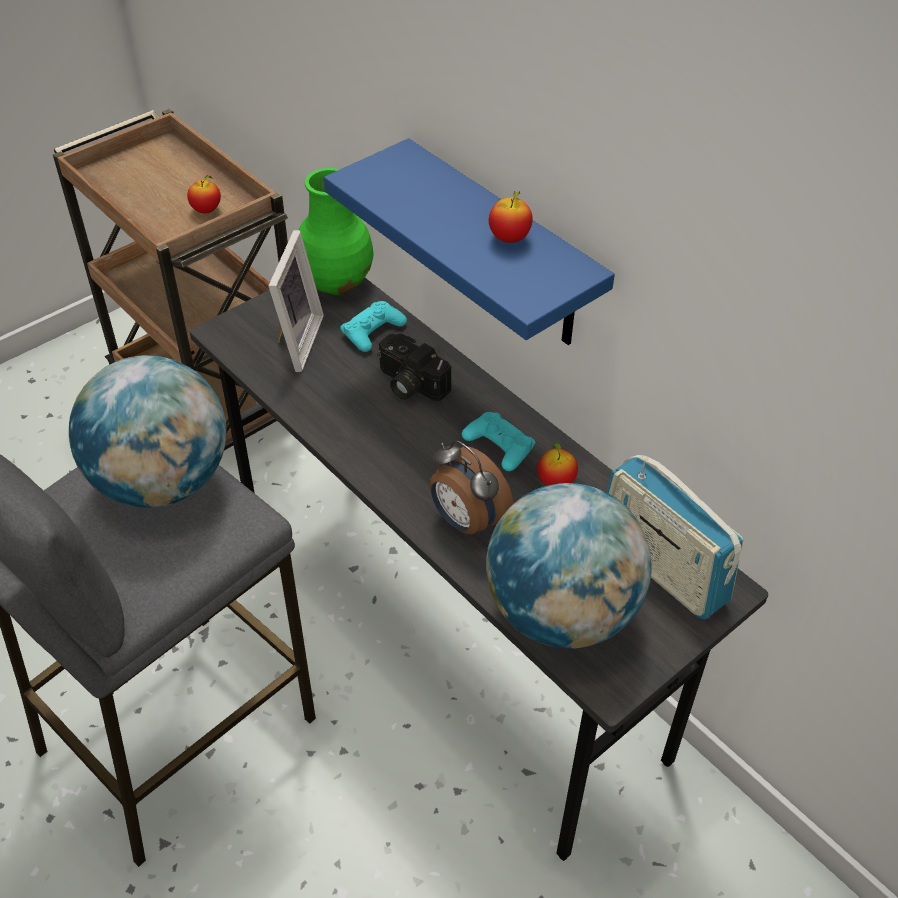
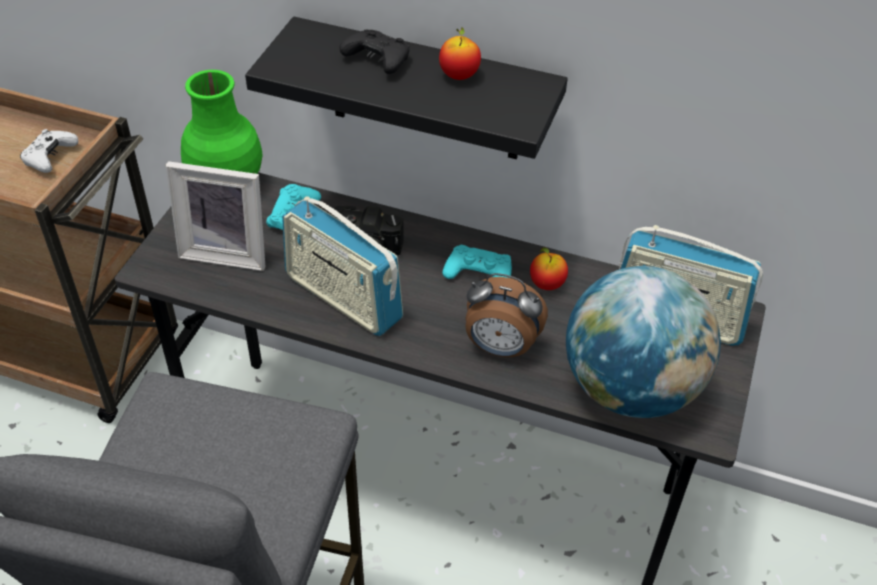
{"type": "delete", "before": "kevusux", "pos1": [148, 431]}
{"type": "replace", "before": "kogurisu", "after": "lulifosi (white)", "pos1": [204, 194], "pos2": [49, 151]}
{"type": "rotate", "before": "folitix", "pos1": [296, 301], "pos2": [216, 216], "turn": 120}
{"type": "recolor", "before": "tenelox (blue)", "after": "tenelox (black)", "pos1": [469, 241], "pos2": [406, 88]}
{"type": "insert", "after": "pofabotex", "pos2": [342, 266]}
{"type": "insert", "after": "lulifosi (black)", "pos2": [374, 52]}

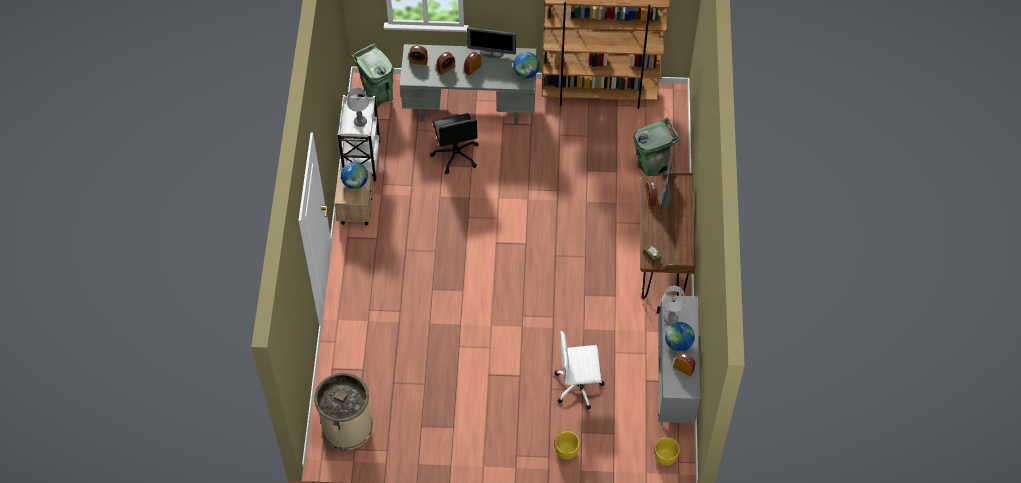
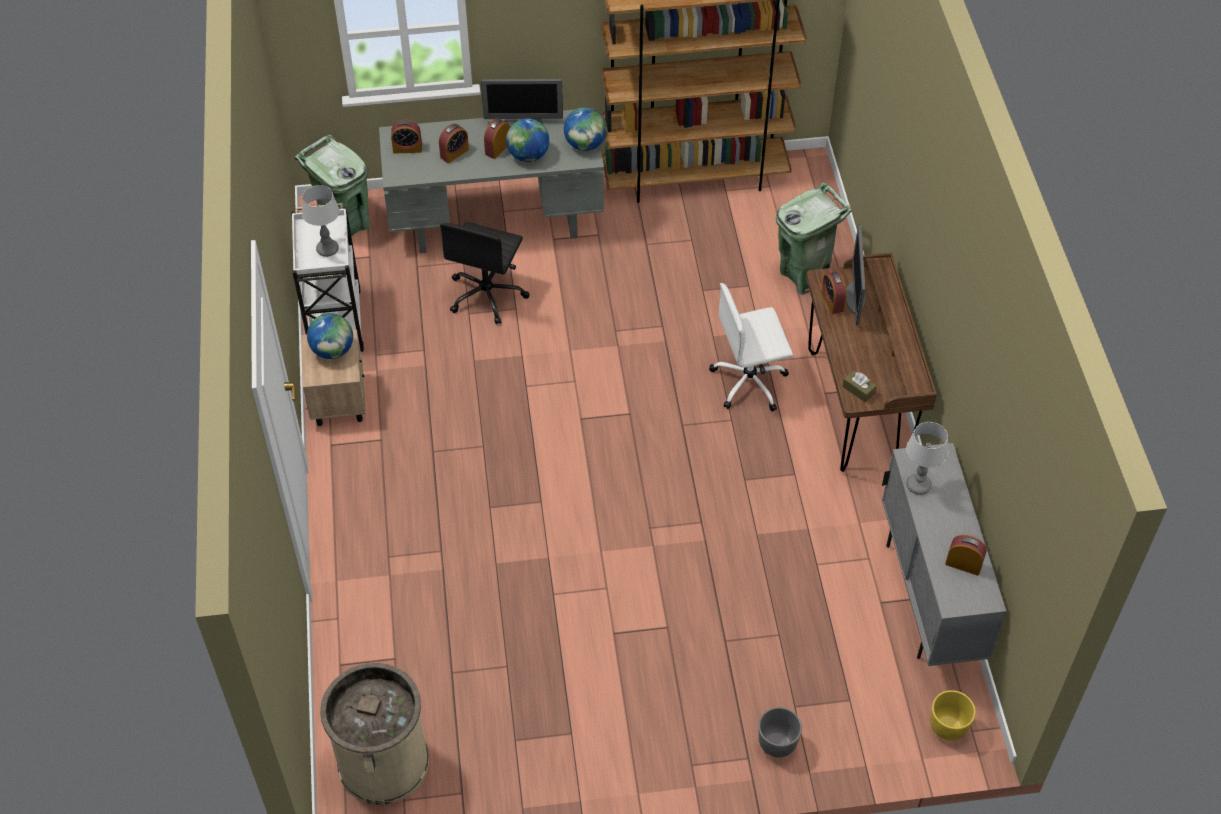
{"type": "rotate", "before": "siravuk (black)", "pos1": [454, 143], "pos2": [484, 273], "turn": 45}
{"type": "move", "before": "siravuk (white)", "pos1": [579, 370], "pos2": [751, 347]}
{"type": "recolor", "before": "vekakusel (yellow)", "after": "vekakusel (grey)", "pos1": [567, 445], "pos2": [780, 732]}
{"type": "move", "before": "kevusux", "pos1": [680, 336], "pos2": [527, 140]}

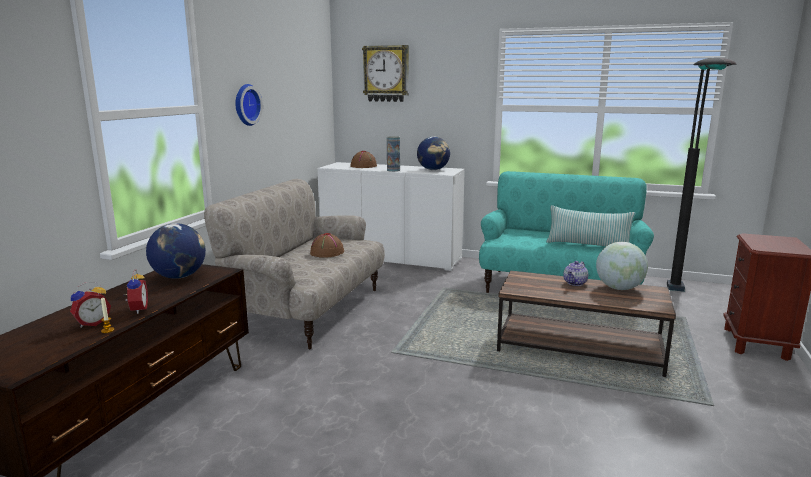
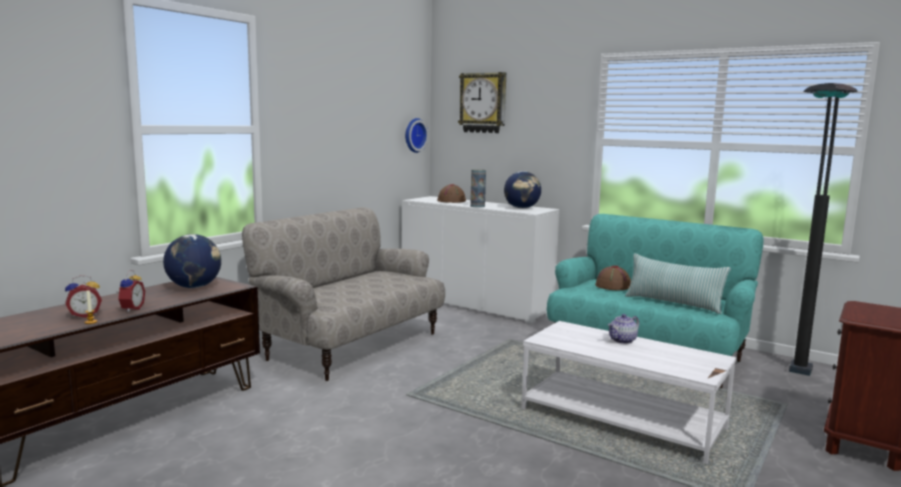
{"type": "move", "before": "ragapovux", "pos1": [249, 105], "pos2": [416, 135]}
{"type": "move", "before": "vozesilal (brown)", "pos1": [327, 245], "pos2": [613, 278]}
{"type": "recolor", "before": "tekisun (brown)", "after": "tekisun (white)", "pos1": [586, 323], "pos2": [629, 392]}
{"type": "delete", "before": "kevusux", "pos1": [622, 266]}

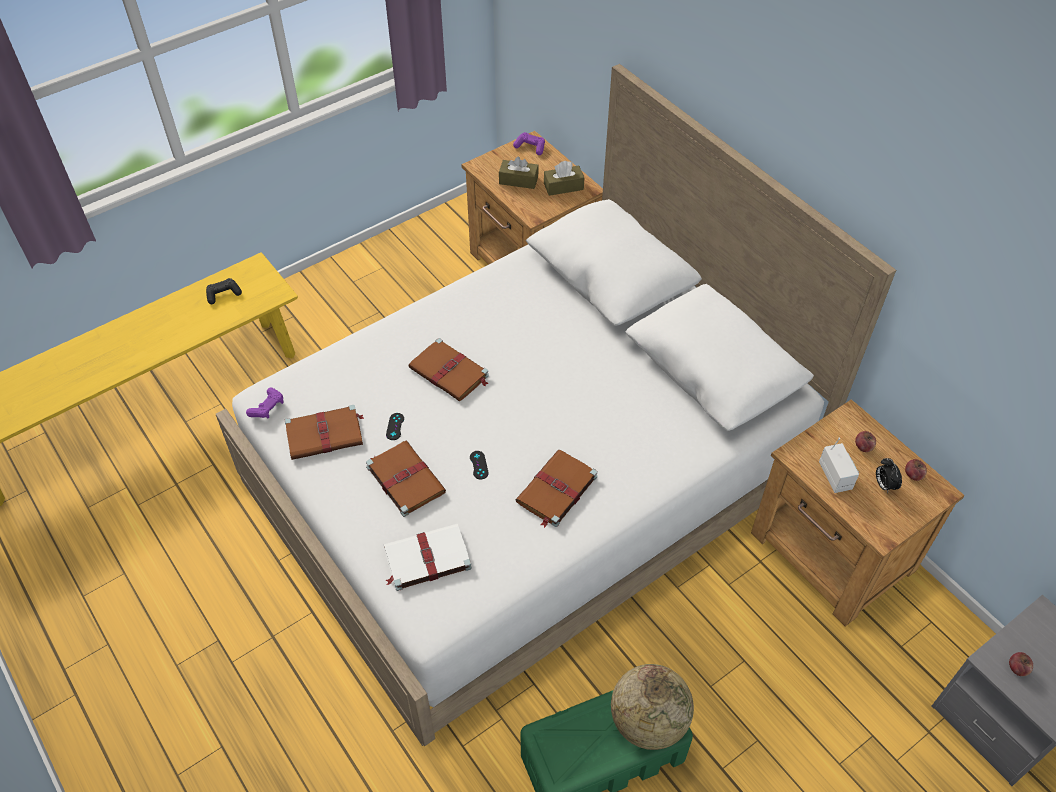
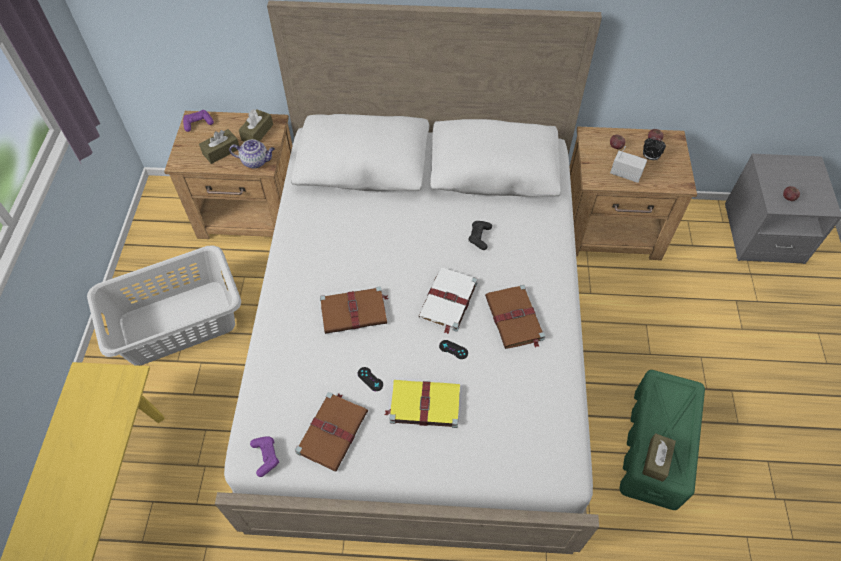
{"type": "move", "before": "lulifosi (black)", "pos1": [224, 291], "pos2": [480, 235]}
{"type": "recolor", "before": "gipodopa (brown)", "after": "gipodopa (yellow)", "pos1": [406, 478], "pos2": [422, 404]}
{"type": "move", "before": "gipodopa (white)", "pos1": [428, 557], "pos2": [448, 301]}
{"type": "delete", "before": "kevusux", "pos1": [652, 707]}
{"type": "insert", "after": "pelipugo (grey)", "pos2": [164, 306]}
{"type": "insert", "after": "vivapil", "pos2": [252, 154]}
{"type": "insert", "after": "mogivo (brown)", "pos2": [659, 457]}

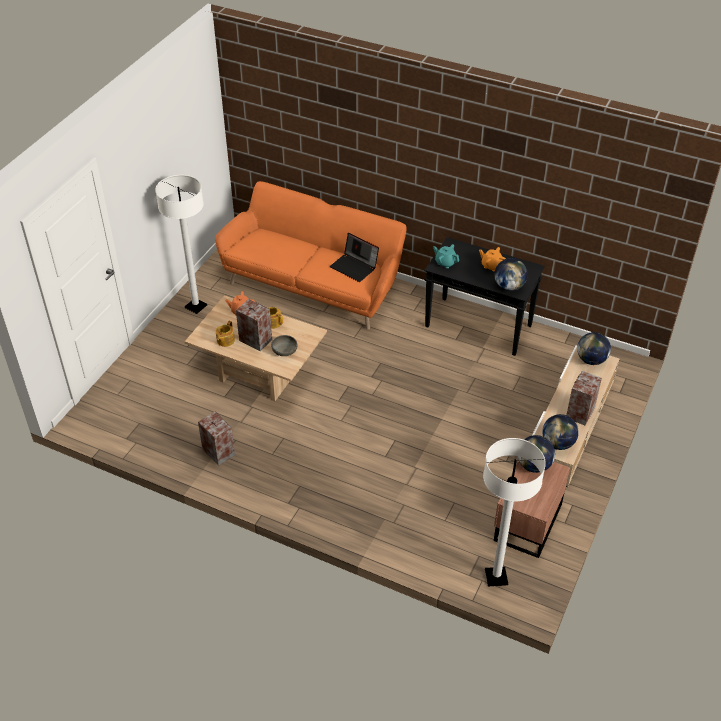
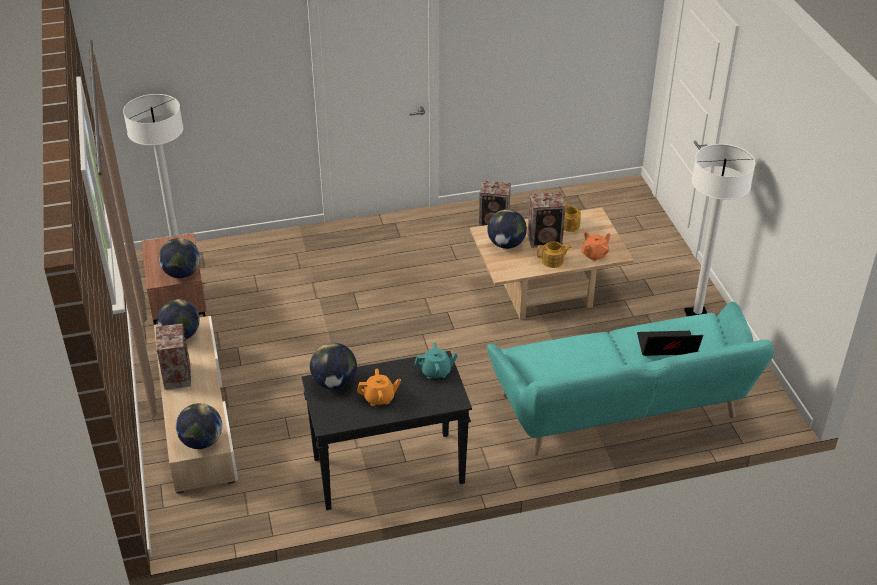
{"type": "recolor", "before": "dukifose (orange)", "after": "dukifose (turquoise)", "pos1": [311, 255], "pos2": [630, 379]}
{"type": "replace", "before": "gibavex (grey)", "after": "kevusux", "pos1": [284, 345], "pos2": [507, 229]}
{"type": "move", "before": "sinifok", "pos1": [354, 257], "pos2": [670, 343]}

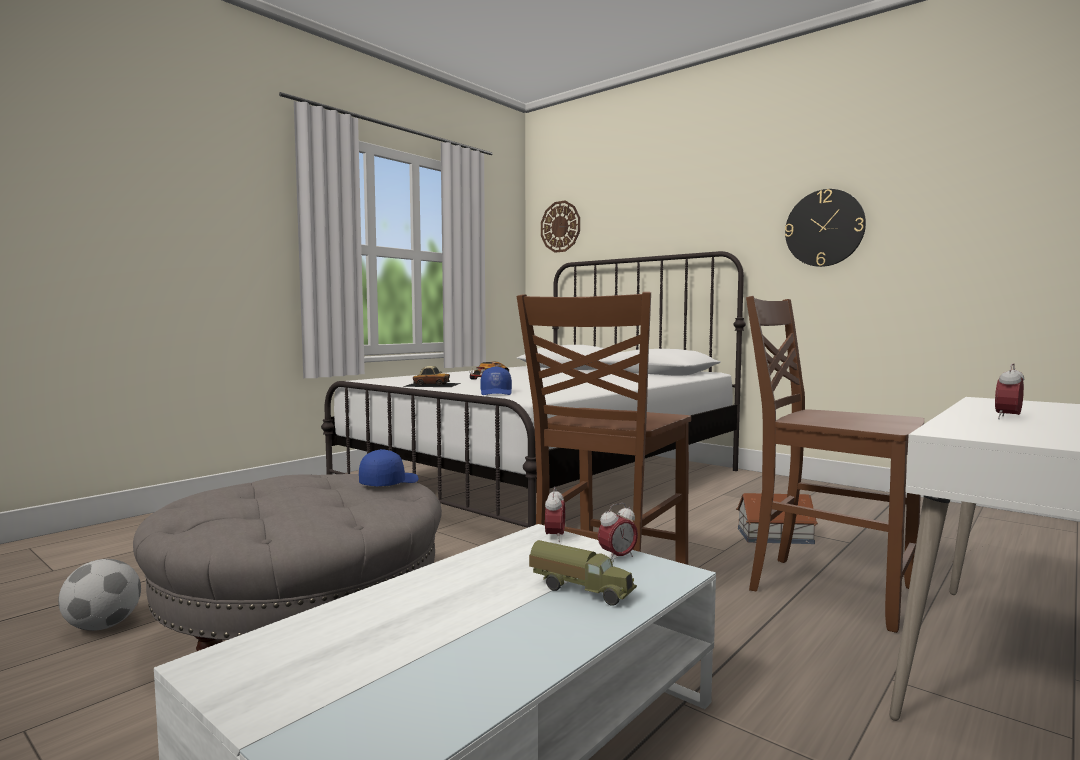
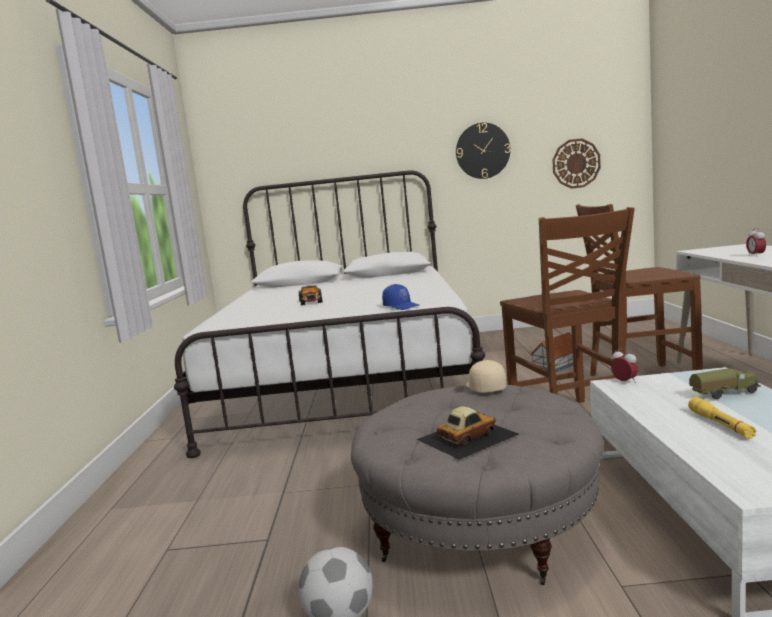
{"type": "recolor", "before": "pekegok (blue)", "after": "pekegok (beige)", "pos1": [389, 467], "pos2": [486, 376]}
{"type": "move", "before": "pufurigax", "pos1": [432, 376], "pos2": [467, 433]}
{"type": "move", "before": "ragapovux", "pos1": [560, 227], "pos2": [576, 163]}
{"type": "delete", "before": "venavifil", "pos1": [618, 532]}
{"type": "insert", "after": "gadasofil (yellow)", "pos2": [722, 418]}

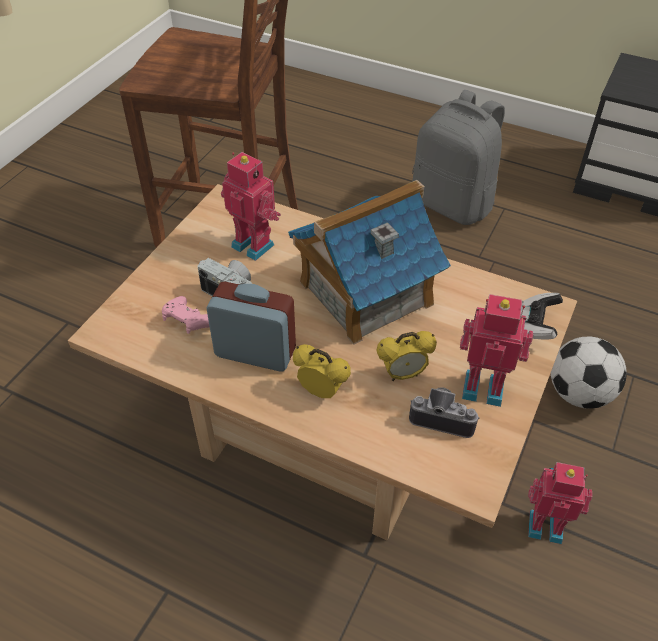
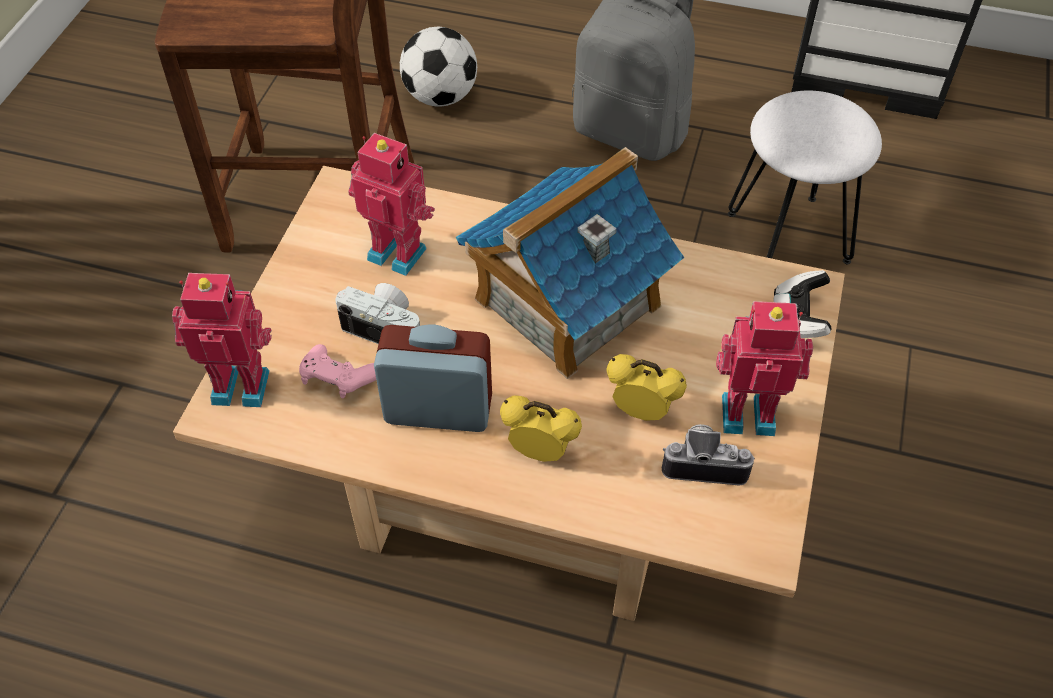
{"type": "rotate", "before": "venavifil", "pos1": [406, 356], "pos2": [646, 387], "turn": -135}
{"type": "move", "before": "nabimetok", "pos1": [560, 503], "pos2": [222, 340]}
{"type": "move", "before": "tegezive", "pos1": [589, 372], "pos2": [438, 67]}
{"type": "insert", "after": "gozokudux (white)", "pos2": [805, 177]}

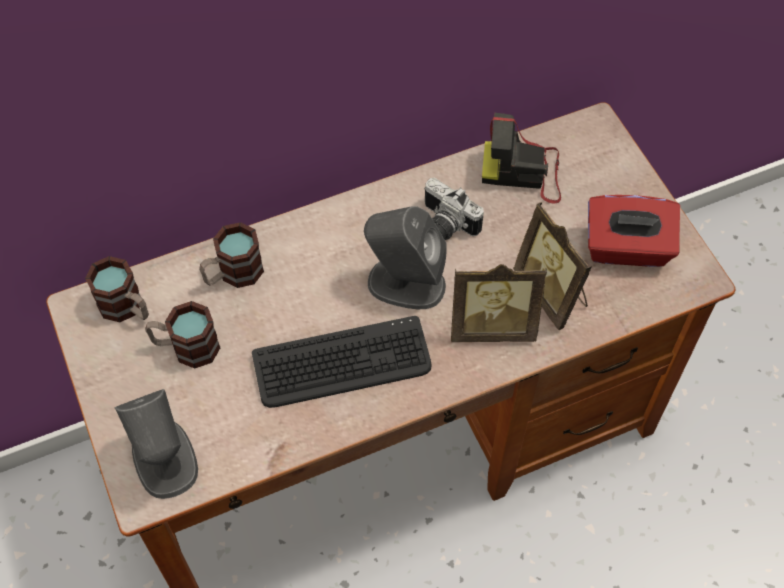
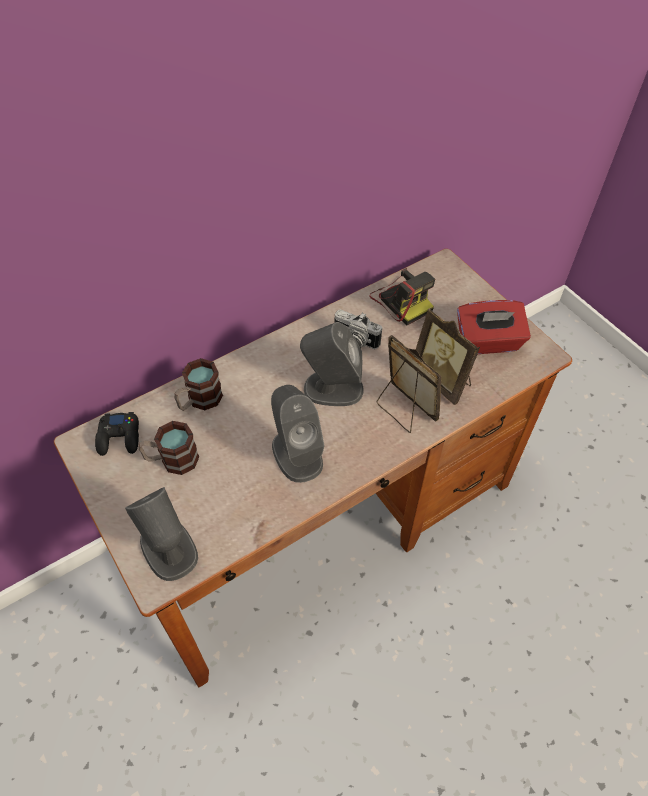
{"type": "replace", "before": "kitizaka", "after": "lulifosi (black)", "pos1": [117, 289], "pos2": [117, 434]}
{"type": "replace", "before": "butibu", "after": "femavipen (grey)", "pos1": [341, 362], "pos2": [297, 434]}
{"type": "rotate", "before": "folitix", "pos1": [499, 303], "pos2": [409, 384], "turn": -120}
{"type": "rotate", "before": "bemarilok", "pos1": [521, 158], "pos2": [402, 296], "turn": -120}

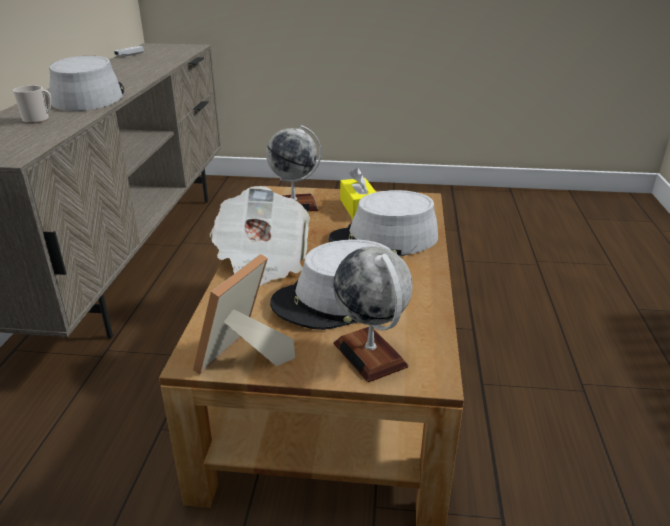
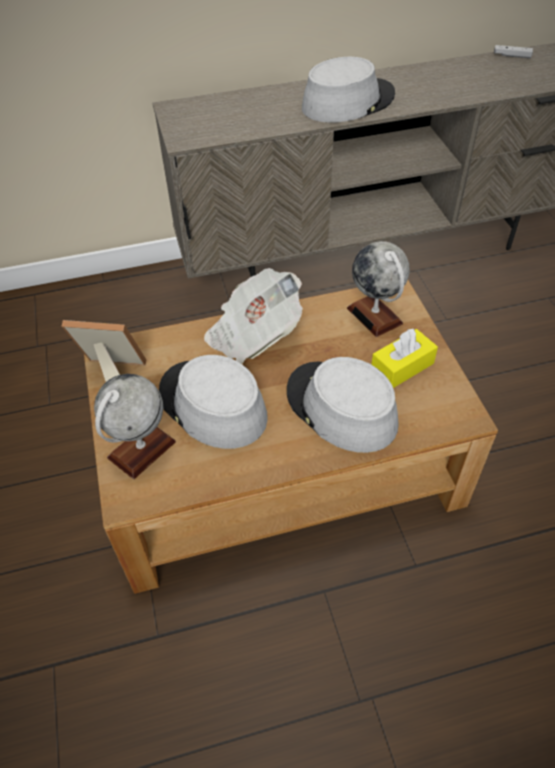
{"type": "delete", "before": "kitizaka", "pos1": [32, 105]}

